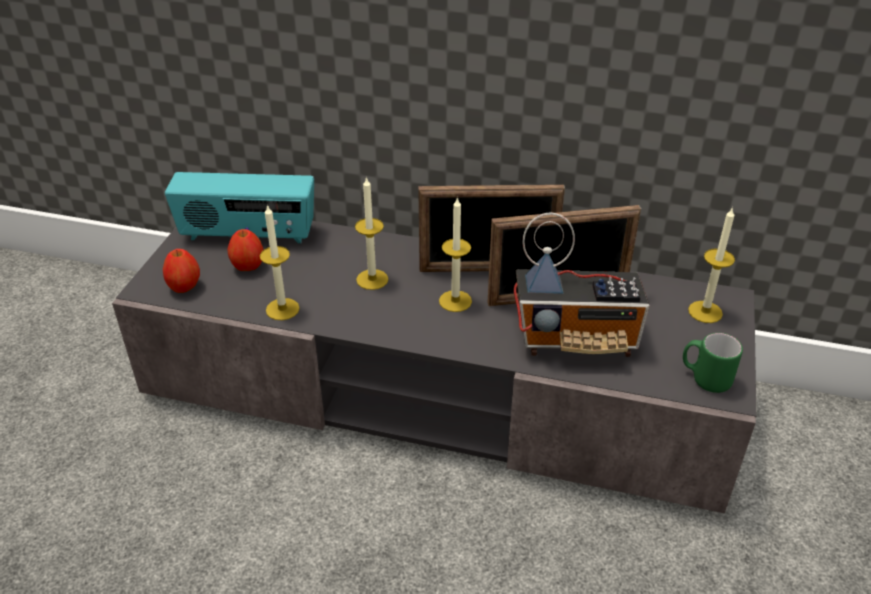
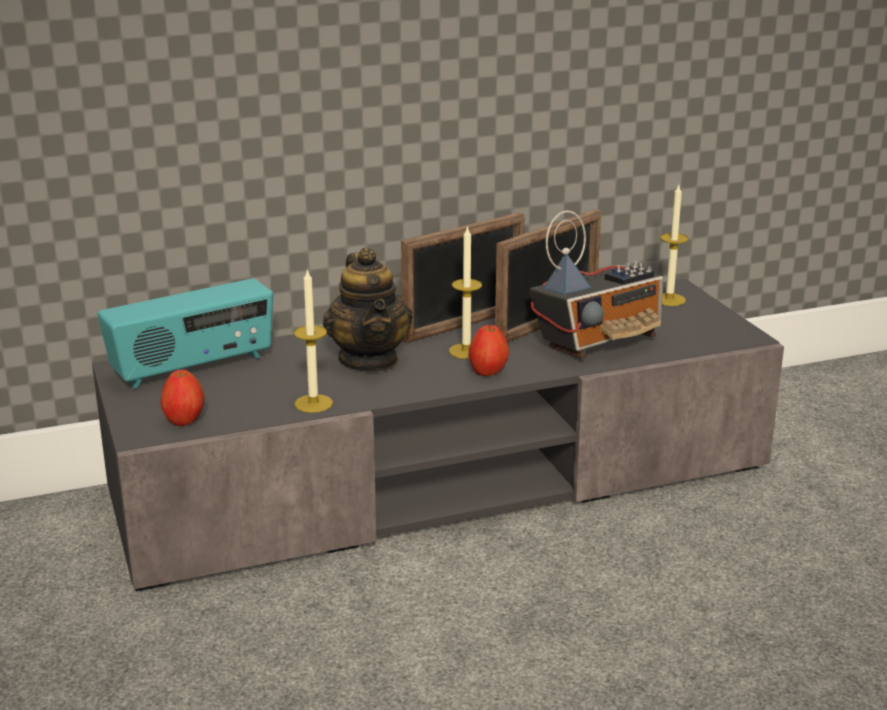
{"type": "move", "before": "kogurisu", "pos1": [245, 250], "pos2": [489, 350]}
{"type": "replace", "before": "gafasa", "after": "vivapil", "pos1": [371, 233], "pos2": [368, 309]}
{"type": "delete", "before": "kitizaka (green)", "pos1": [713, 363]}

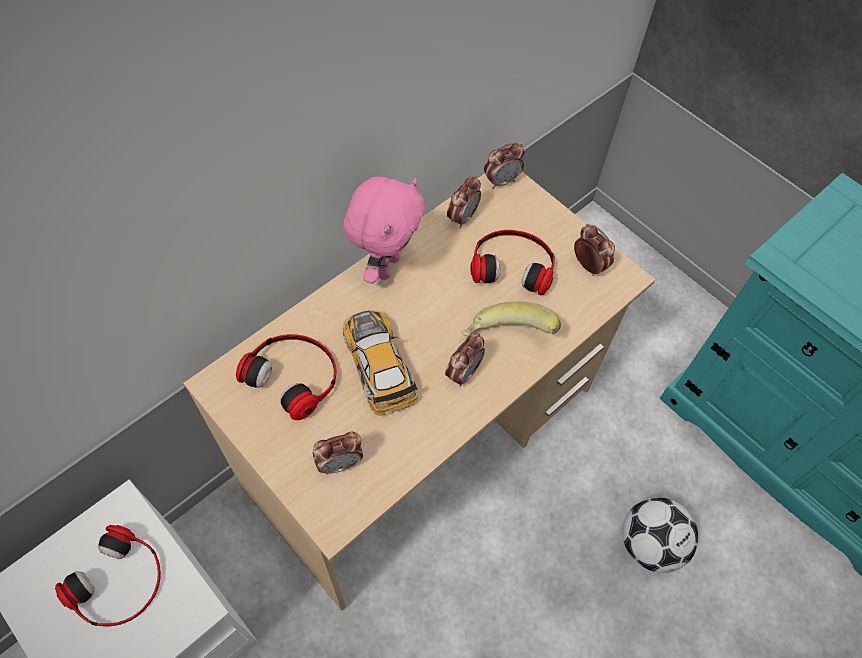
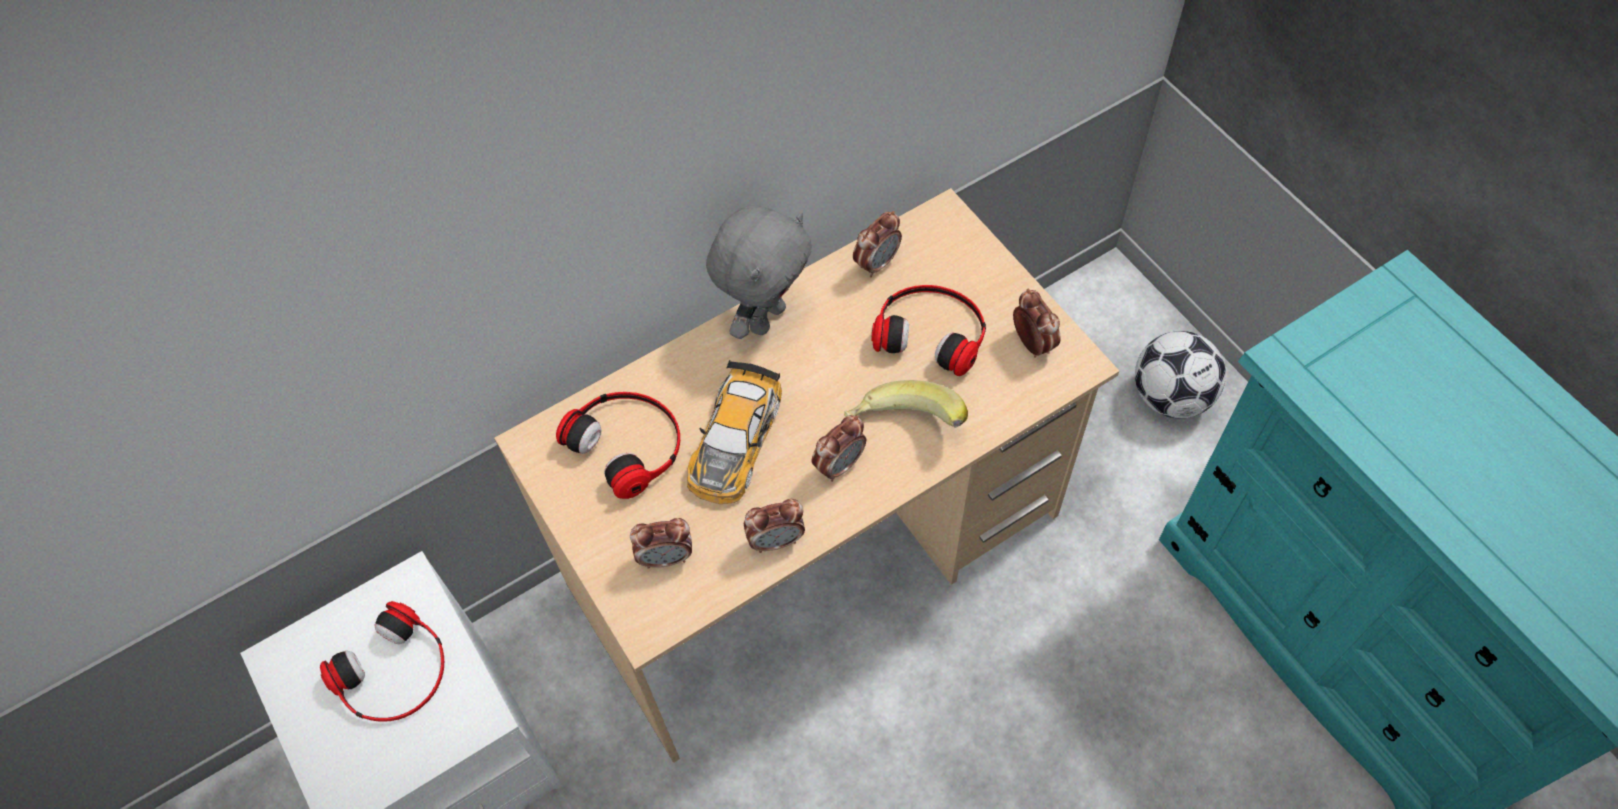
{"type": "recolor", "before": "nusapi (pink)", "after": "nusapi (grey)", "pos1": [384, 230], "pos2": [759, 272]}
{"type": "rotate", "before": "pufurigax", "pos1": [380, 362], "pos2": [734, 432], "turn": -150}
{"type": "move", "before": "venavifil", "pos1": [504, 165], "pos2": [774, 526]}
{"type": "move", "before": "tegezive", "pos1": [660, 535], "pos2": [1180, 374]}

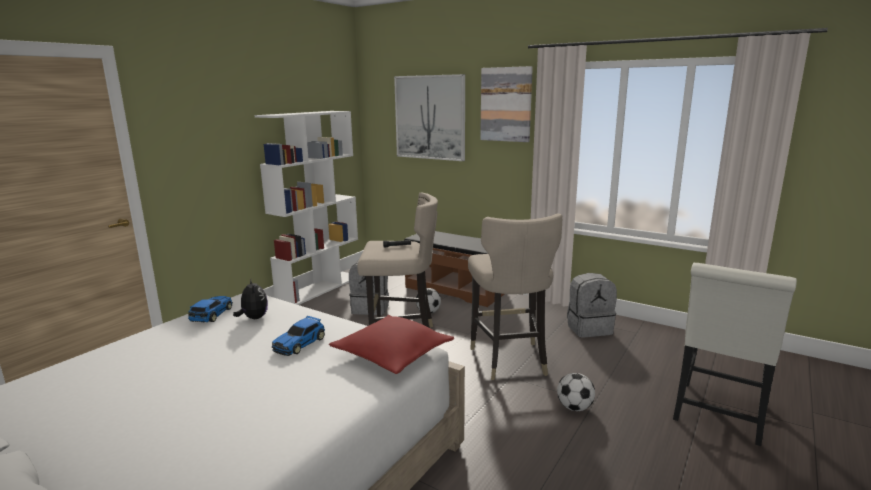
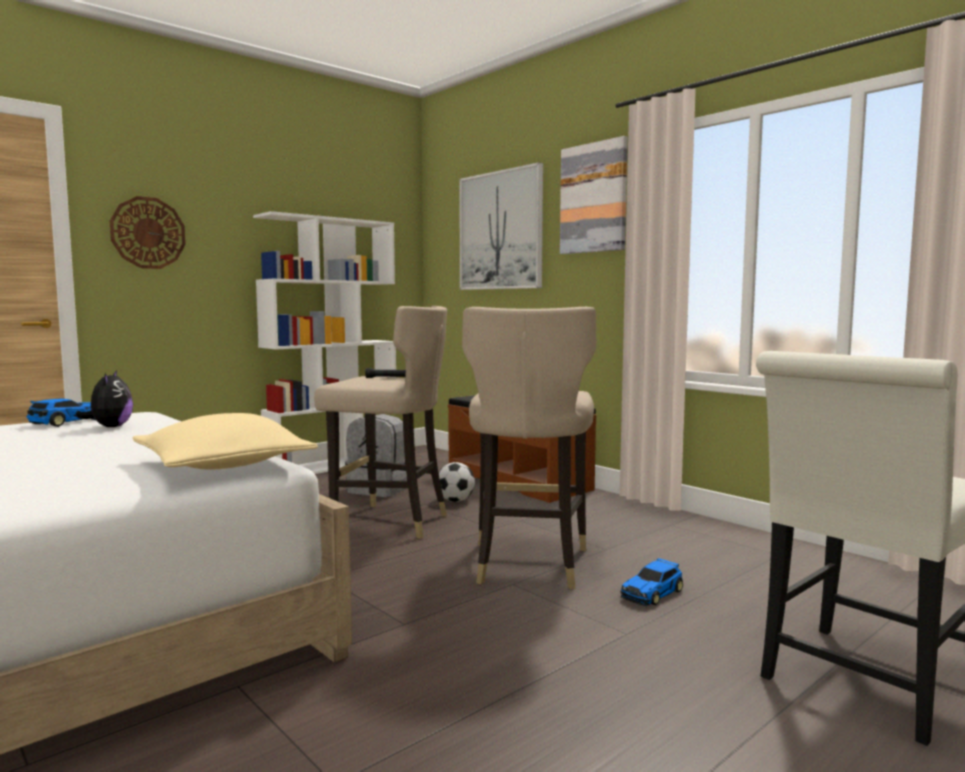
{"type": "move", "before": "pufurigax", "pos1": [298, 336], "pos2": [651, 582]}
{"type": "recolor", "before": "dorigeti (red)", "after": "dorigeti (beige)", "pos1": [391, 344], "pos2": [225, 441]}
{"type": "delete", "before": "tegezive", "pos1": [576, 392]}
{"type": "delete", "before": "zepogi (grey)", "pos1": [592, 305]}
{"type": "insert", "after": "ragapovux", "pos2": [148, 232]}

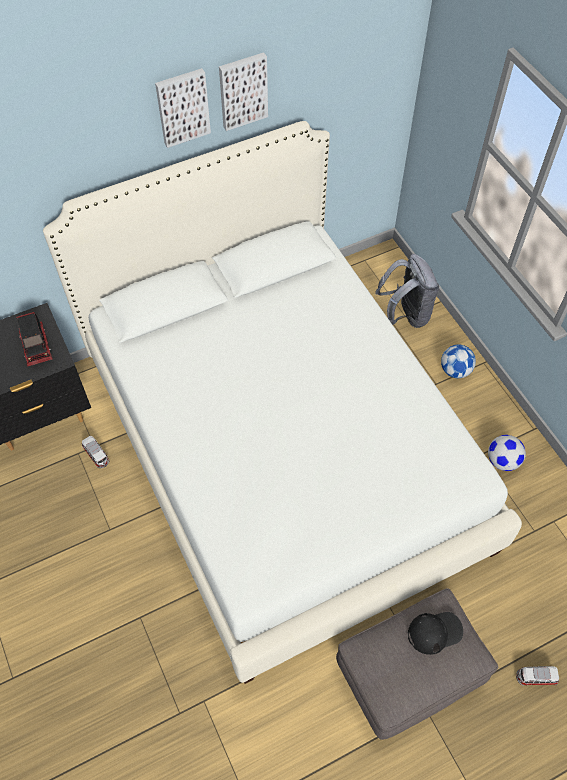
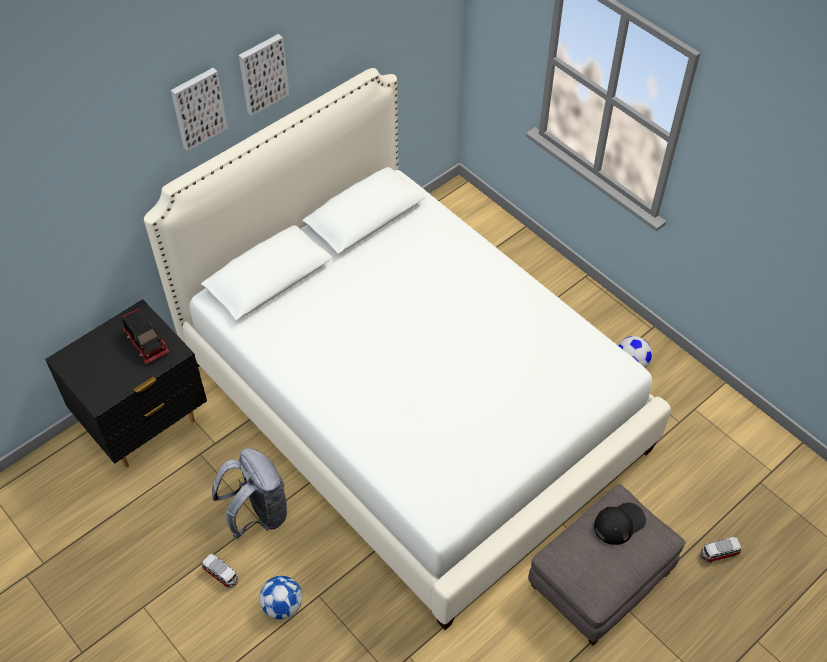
{"type": "move", "before": "pufurigax", "pos1": [95, 452], "pos2": [220, 571]}
{"type": "move", "before": "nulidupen", "pos1": [243, 91], "pos2": [199, 109]}
{"type": "move", "before": "zepogi (grey)", "pos1": [407, 291], "pos2": [249, 493]}
{"type": "move", "before": "tegezive", "pos1": [458, 361], "pos2": [280, 597]}

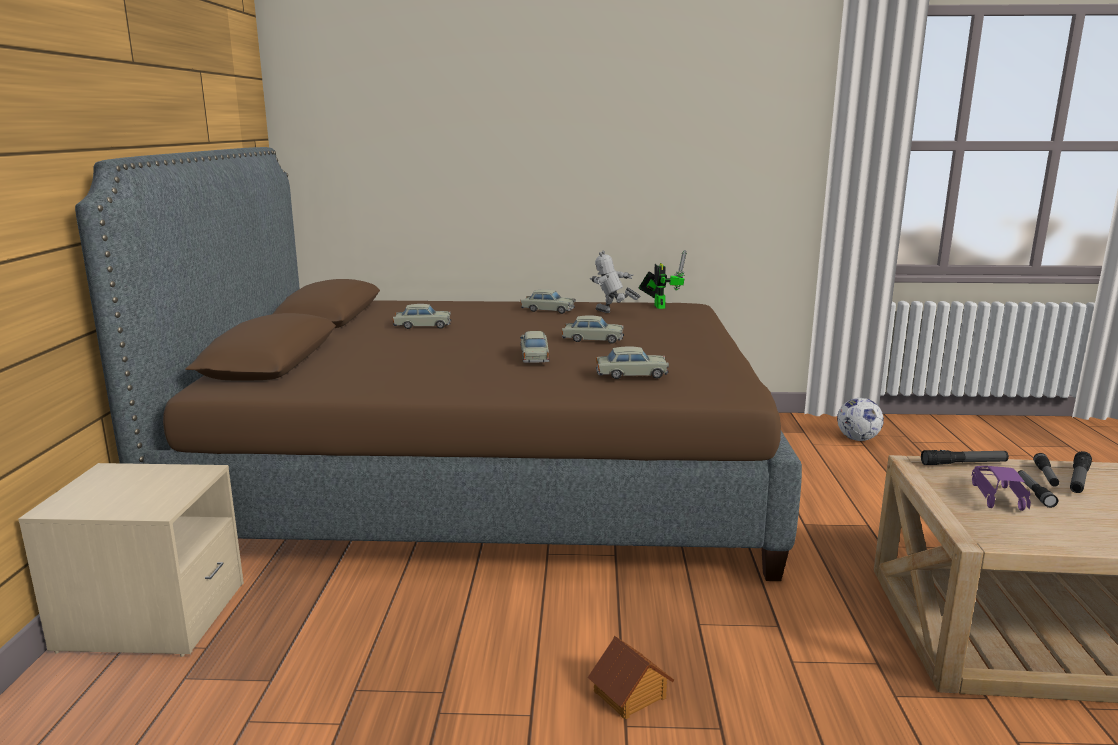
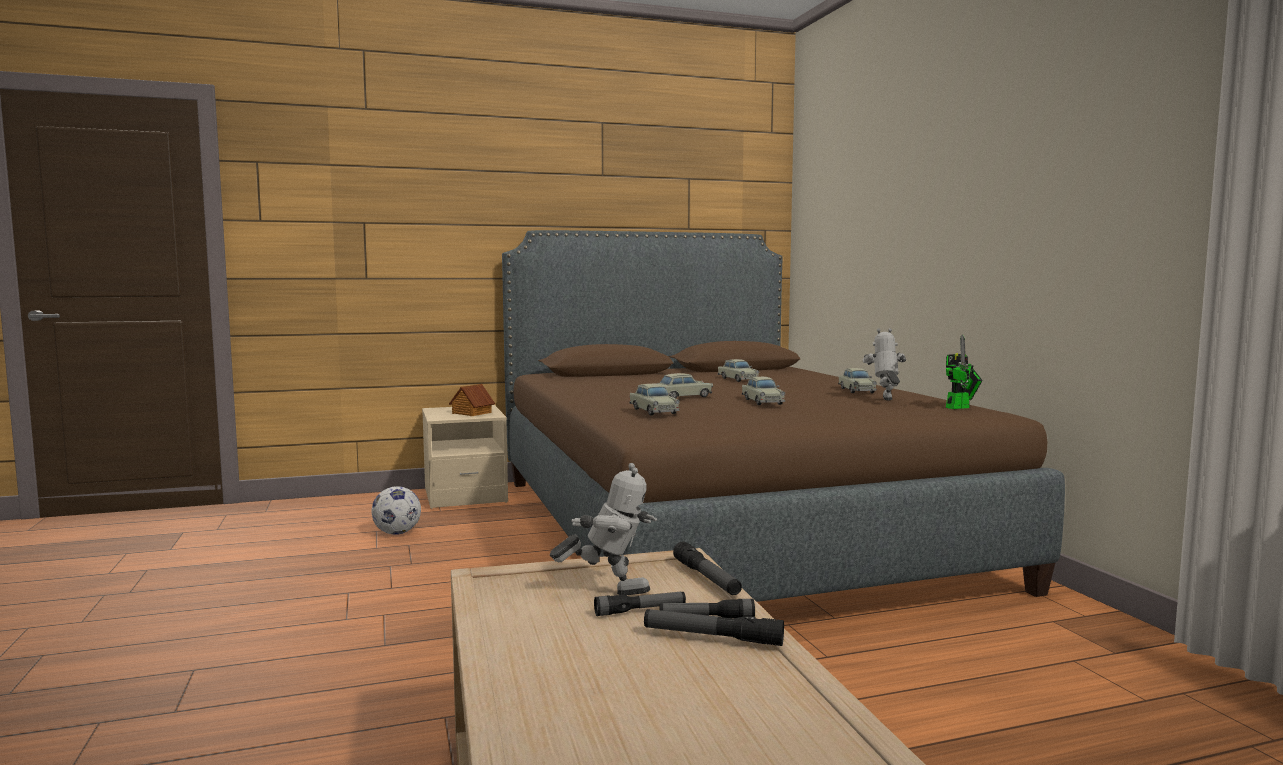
{"type": "move", "before": "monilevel", "pos1": [631, 678], "pos2": [472, 400]}
{"type": "move", "before": "tegezive", "pos1": [860, 419], "pos2": [396, 510]}
{"type": "replace", "before": "pufurigax (purple)", "after": "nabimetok", "pos1": [1001, 488], "pos2": [603, 529]}

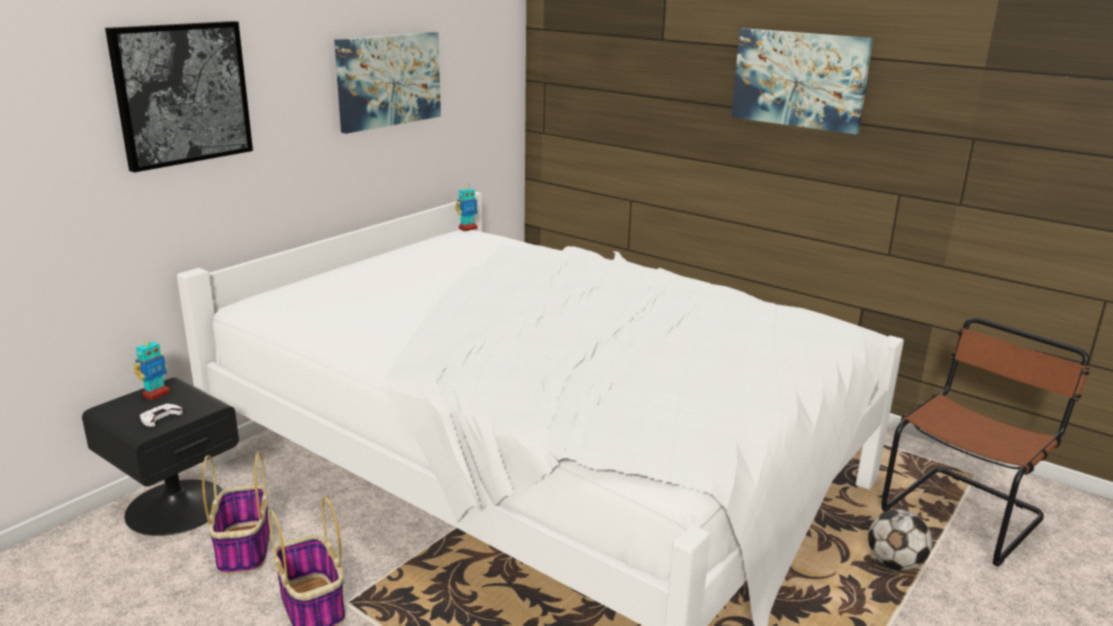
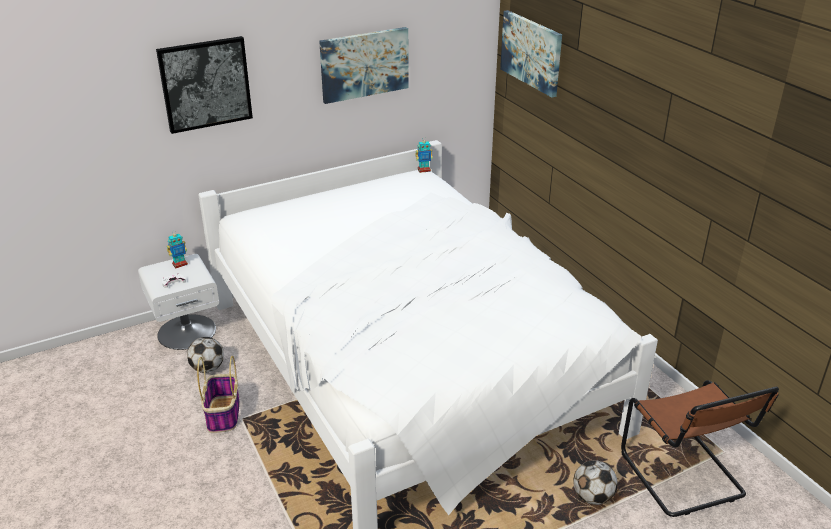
{"type": "recolor", "before": "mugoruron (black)", "after": "mugoruron (white)", "pos1": [160, 456], "pos2": [178, 302]}
{"type": "replace", "before": "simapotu", "after": "tegezive", "pos1": [236, 513], "pos2": [205, 355]}
{"type": "move", "before": "nulidupen", "pos1": [802, 81], "pos2": [531, 53]}
{"type": "rotate", "before": "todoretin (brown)", "pos1": [985, 442], "pos2": [700, 448], "turn": 90}

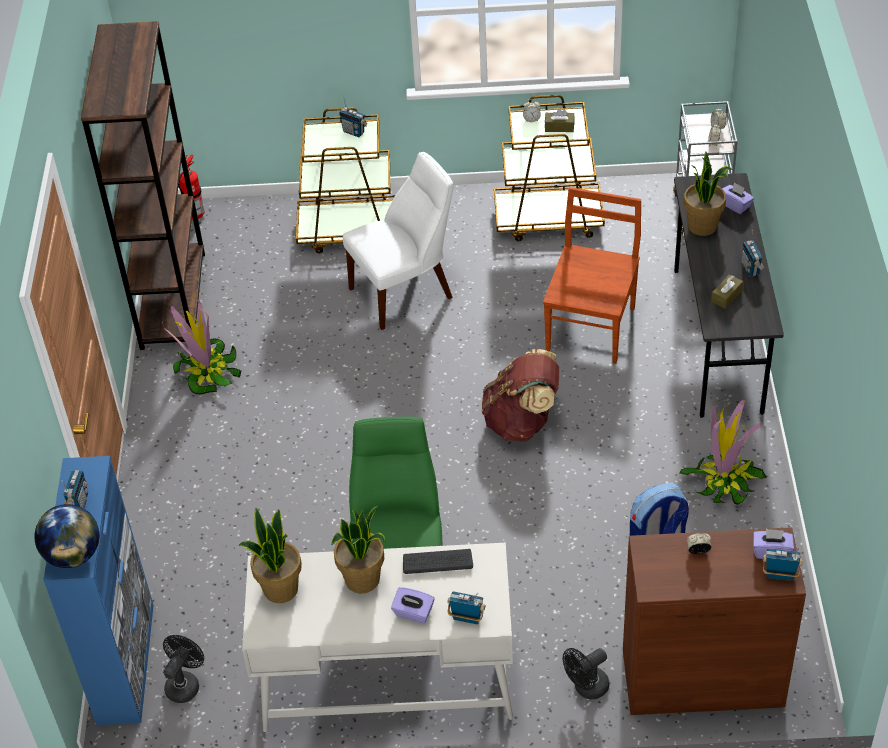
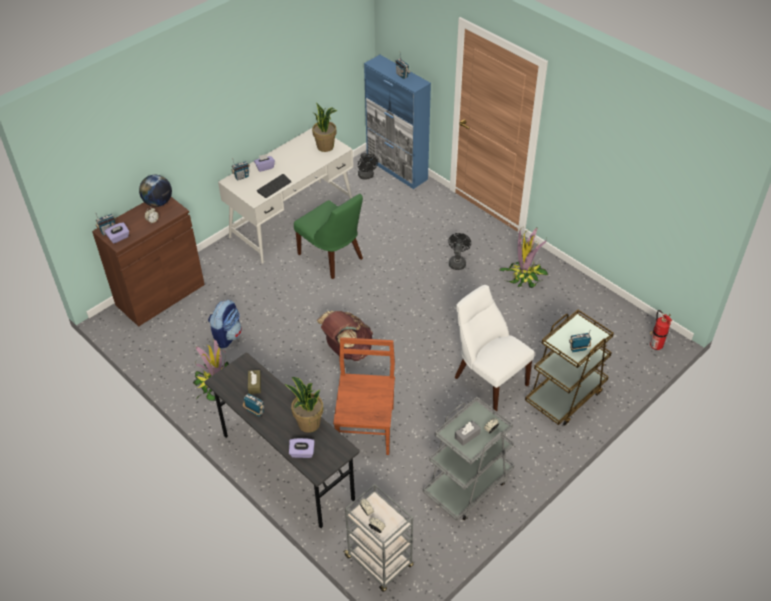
{"type": "move", "before": "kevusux", "pos1": [66, 536], "pos2": [155, 191]}
{"type": "delete", "before": "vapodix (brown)", "pos1": [143, 185]}
{"type": "delete", "before": "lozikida", "pos1": [358, 550]}
{"type": "rotate", "before": "todoretin (white)", "pos1": [398, 241], "pos2": [495, 348], "turn": 120}
{"type": "recolor", "before": "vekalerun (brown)", "after": "vekalerun (grey)", "pos1": [549, 168], "pos2": [468, 459]}
{"type": "rotate", "before": "todoretin (brown)", "pos1": [592, 275], "pos2": [364, 396], "turn": -150}
{"type": "recolor", "before": "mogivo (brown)", "after": "mogivo (grey)", "pos1": [560, 120], "pos2": [468, 433]}
{"type": "move", "before": "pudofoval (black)", "pos1": [586, 673], "pos2": [459, 251]}

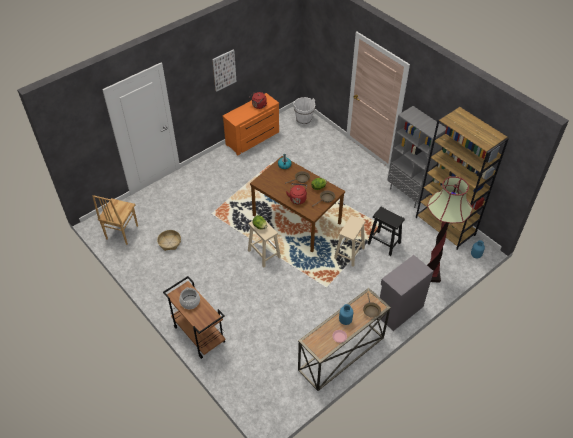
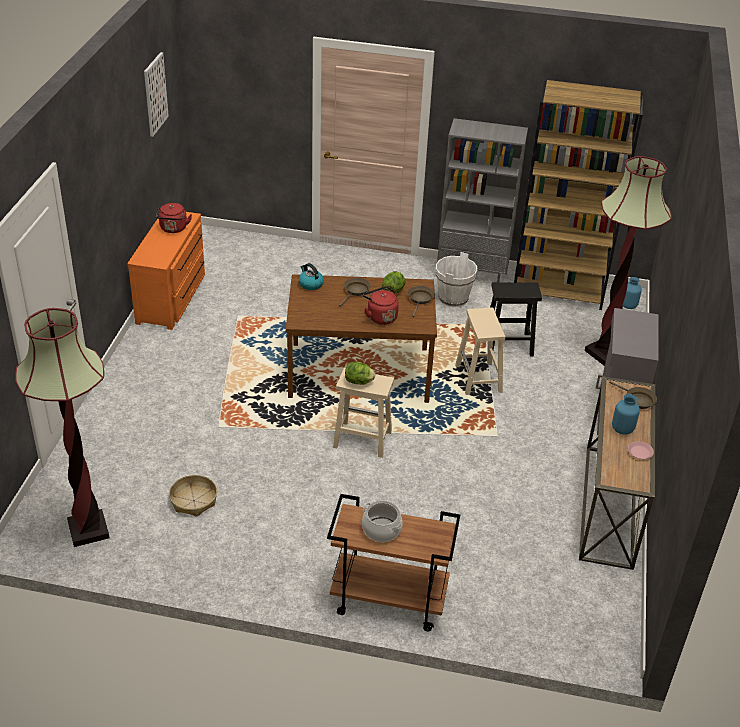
{"type": "replace", "before": "todoretin (brown)", "after": "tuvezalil", "pos1": [115, 220], "pos2": [62, 427]}
{"type": "move", "before": "nulidupen", "pos1": [224, 70], "pos2": [156, 94]}
{"type": "move", "before": "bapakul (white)", "pos1": [304, 111], "pos2": [456, 279]}

